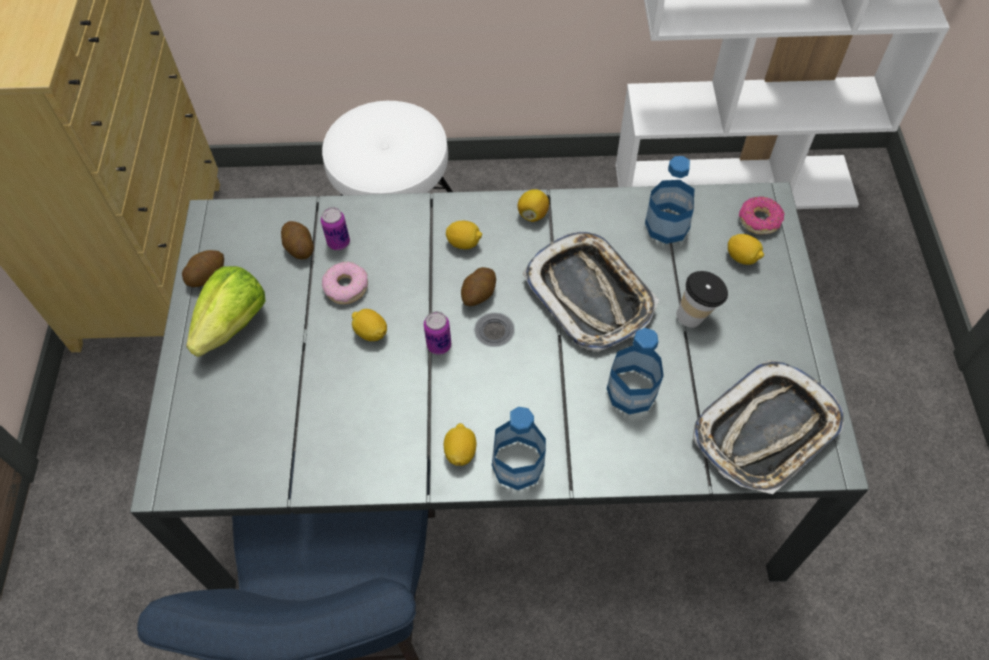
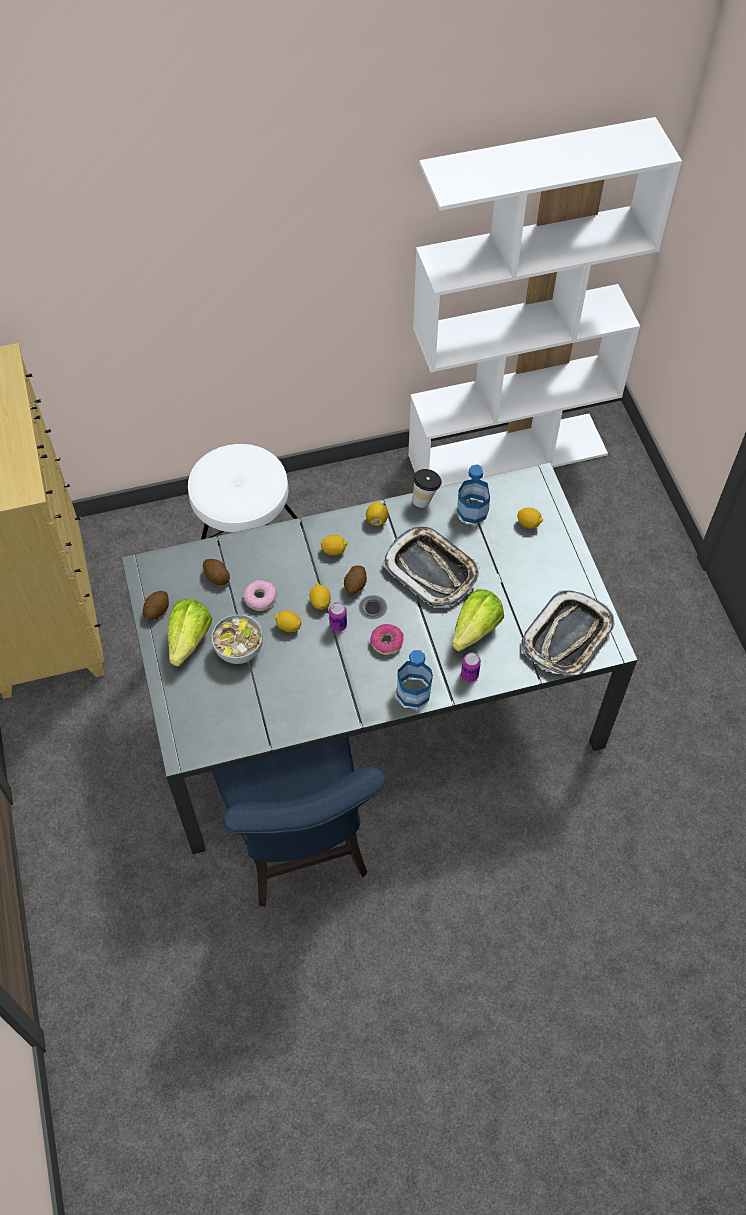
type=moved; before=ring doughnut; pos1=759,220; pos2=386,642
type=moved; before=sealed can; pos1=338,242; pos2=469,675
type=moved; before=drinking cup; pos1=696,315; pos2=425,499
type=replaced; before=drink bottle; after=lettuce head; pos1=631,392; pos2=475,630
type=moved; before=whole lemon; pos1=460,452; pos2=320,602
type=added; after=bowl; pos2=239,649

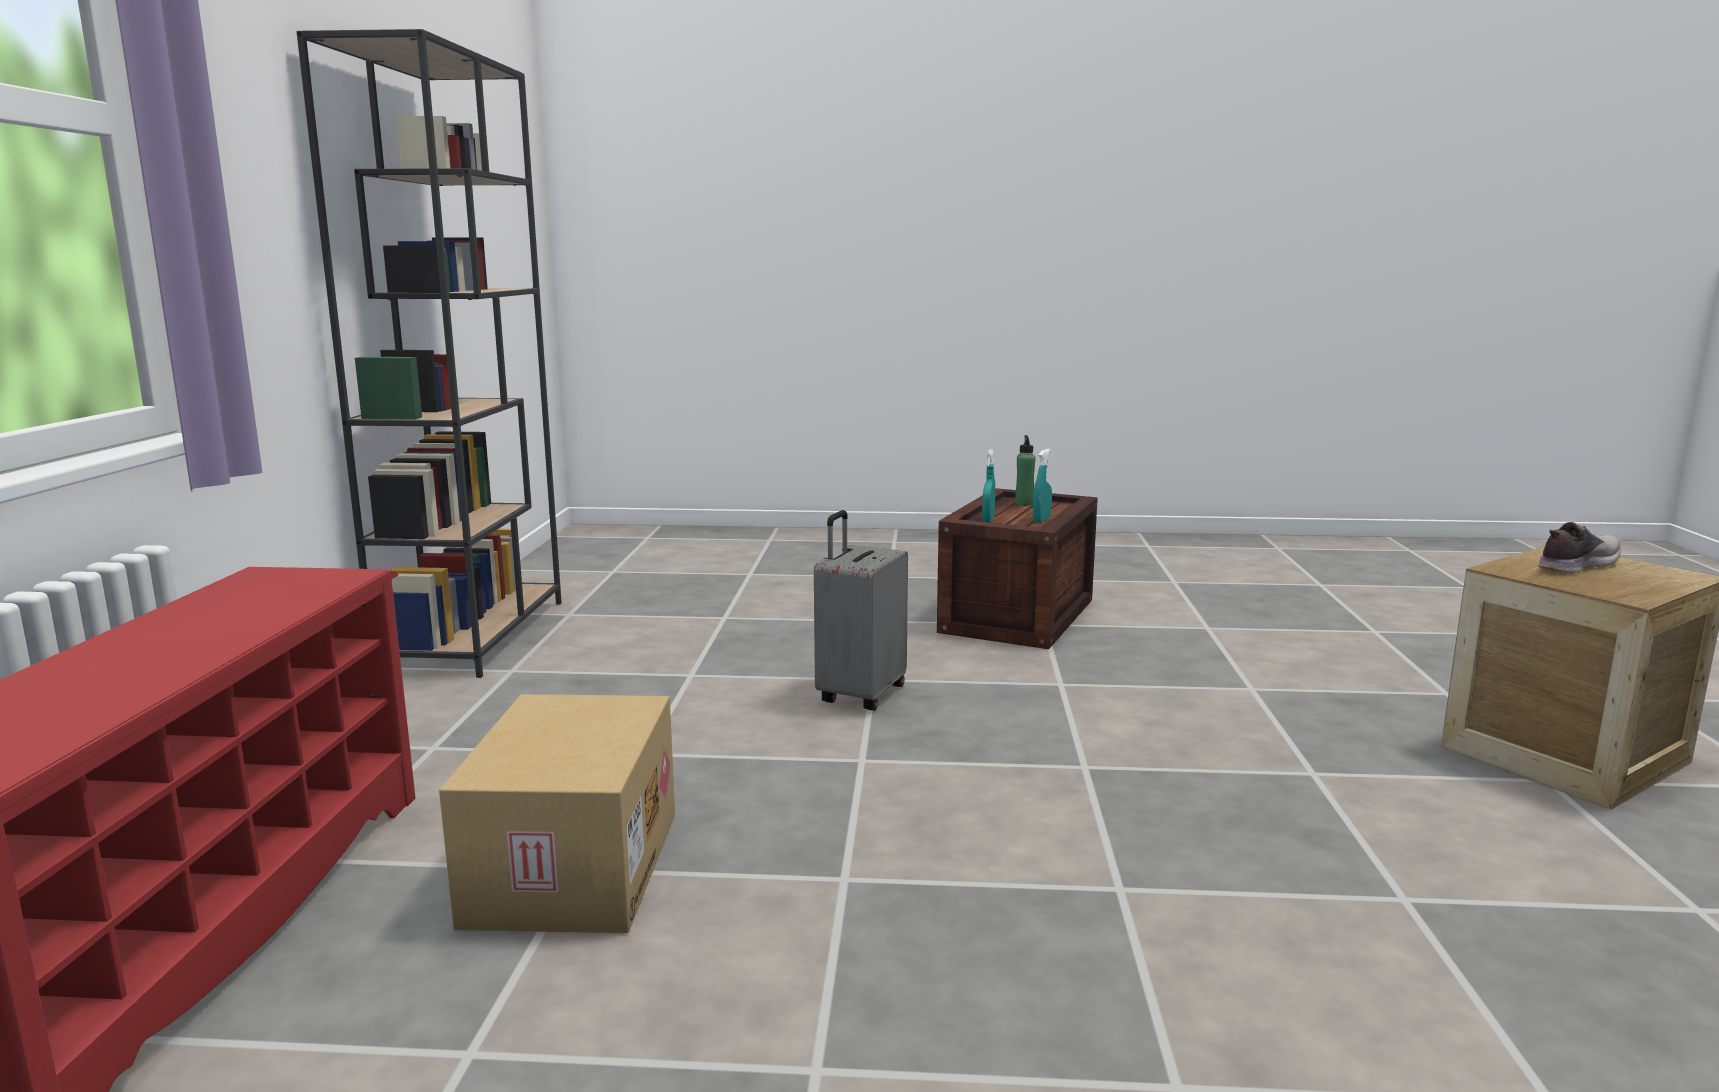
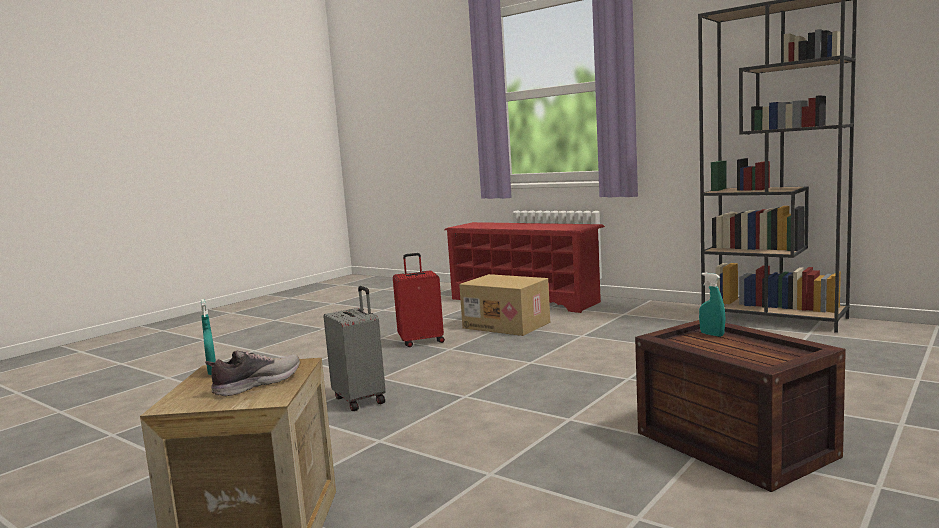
type=removed; before=greenish drink bottle; pos1=1024,503
type=moved; before=turquoise-coloured spray bottle; pos1=1041,520; pos2=212,372
type=moved; before=gray travel case; pos1=859,695; pos2=361,400
type=turned; before=item of footwear; pos1=1575,565; pos2=256,384; turn=-135
type=added; after=red-coloured travel case; pos2=421,341

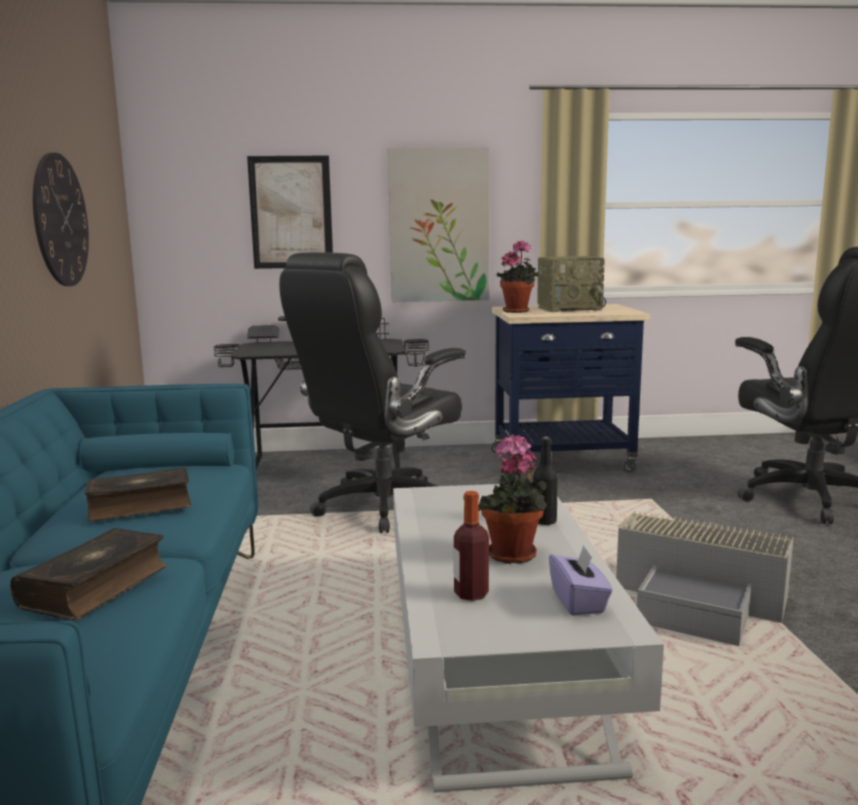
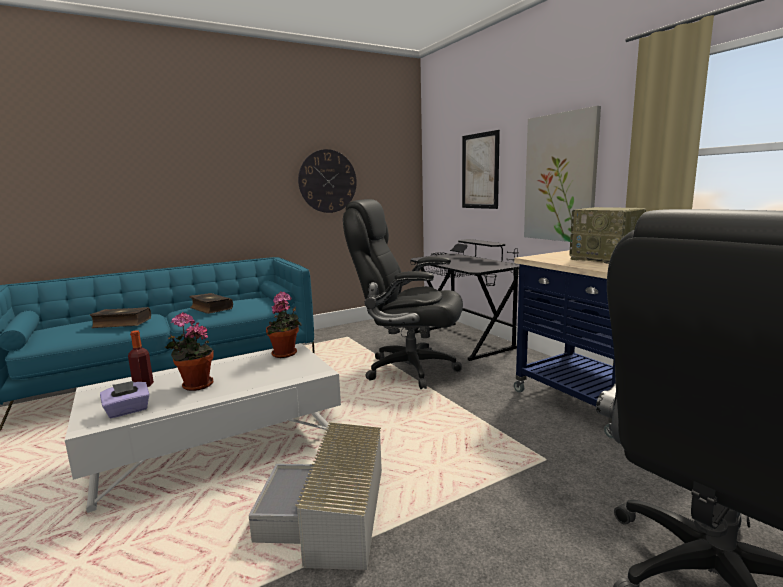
type=moved; before=houseplant; pos1=518,311; pos2=286,354
type=removed; before=black drink bottle; pos1=544,521

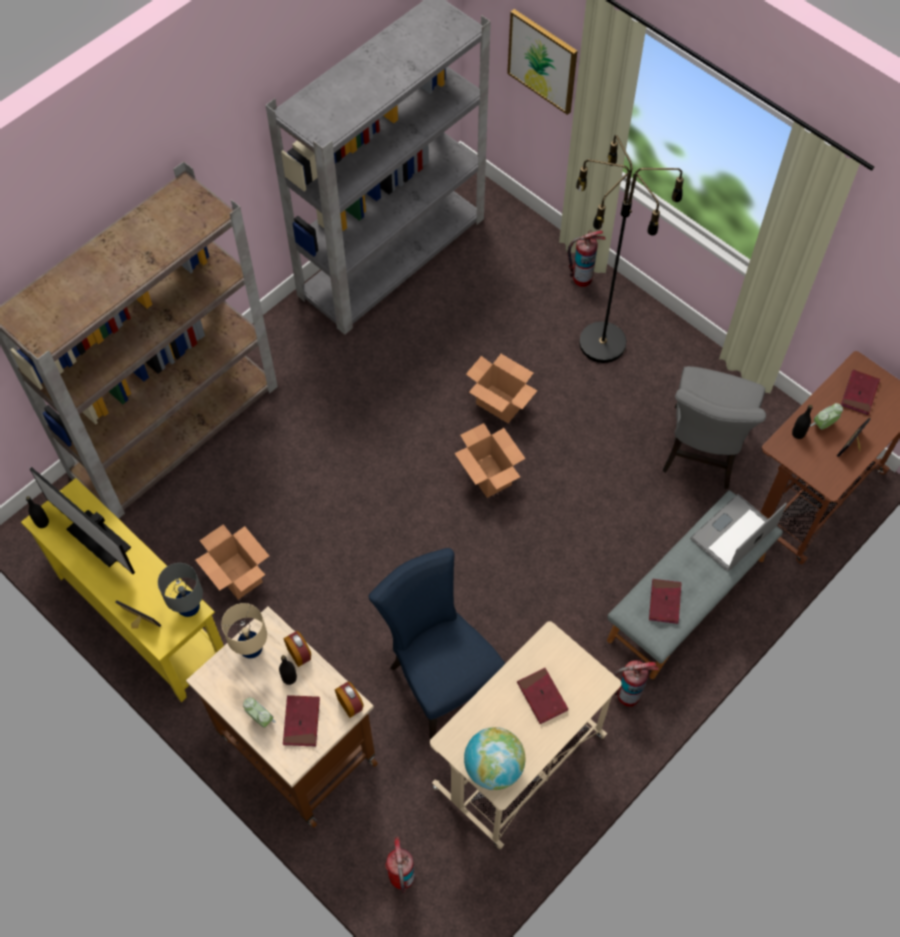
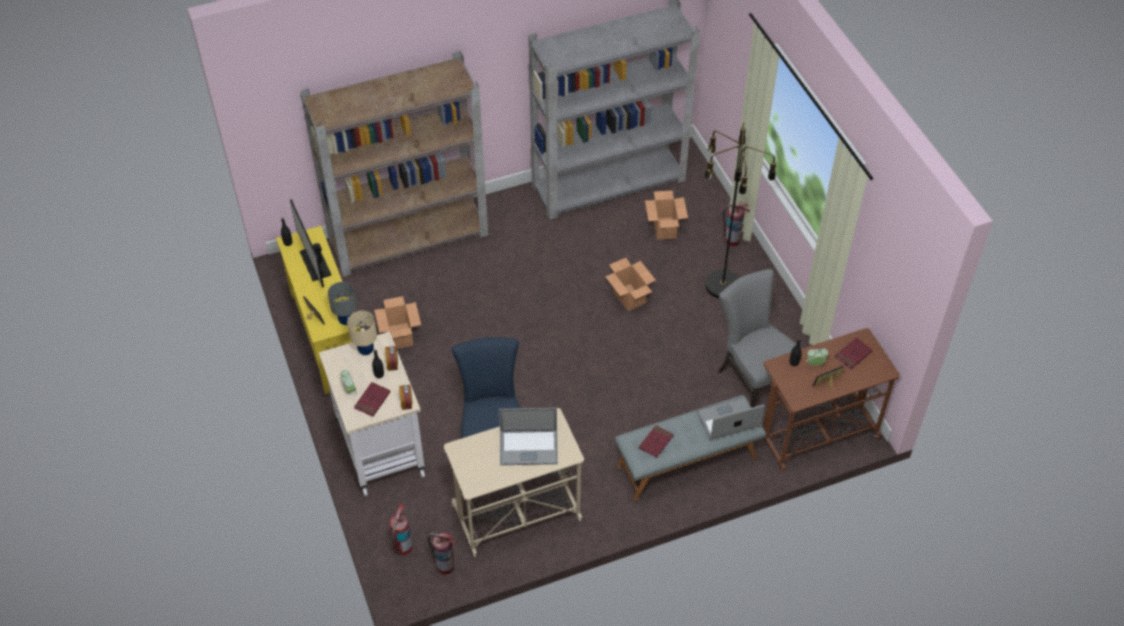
type=removed; before=wall art; pos1=542,61
type=turned; before=gray chair; pos1=702,452; pos2=752,377; turn=105
type=moved; before=packing box; pos1=489,476; pos2=664,229
type=recoloured; before=brown-coloured wheeled cart; after=white-coloured wheeled cart; pos1=297,749; pos2=380,448
type=moved; before=extinguisher; pos1=628,695; pos2=445,566
type=replaced; before=red-coloured volume; after=portable computer; pos1=542,696; pos2=528,447
type=removed; before=world globe; pos1=493,767

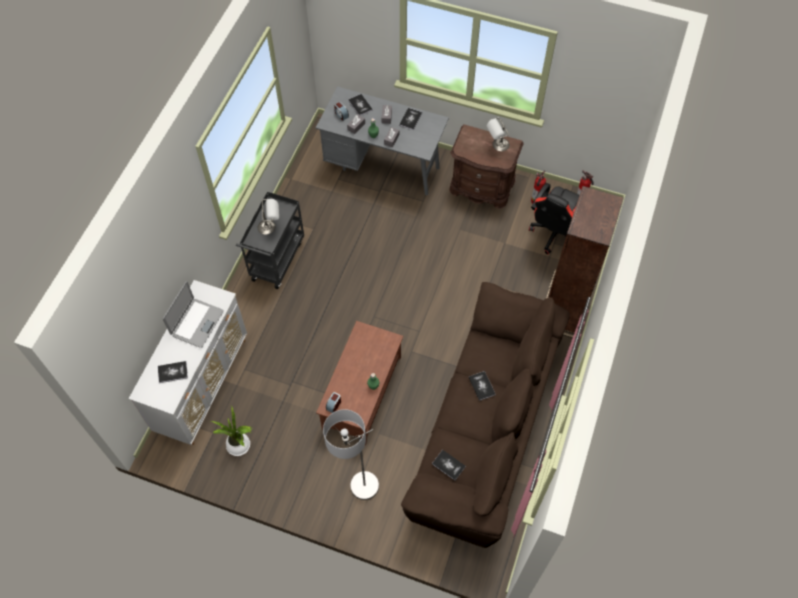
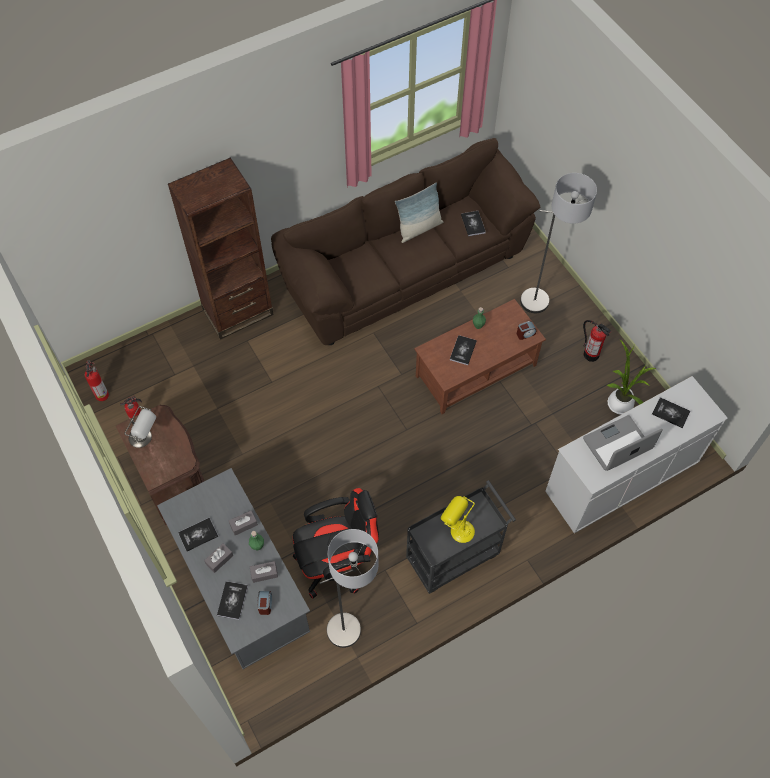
type=moved; before=black office chair; pos1=554,236; pos2=338,563
type=recoloured; before=white-coloured table lamp; after=yellow-coloured table lamp; pos1=270,226; pos2=457,529
type=moved; before=volume; pos1=481,386; pos2=463,350
type=added; after=throw pillow; pos2=419,228
type=added; after=extinguisher; pos2=591,354
type=added; after=gray standing lamp; pos2=353,626

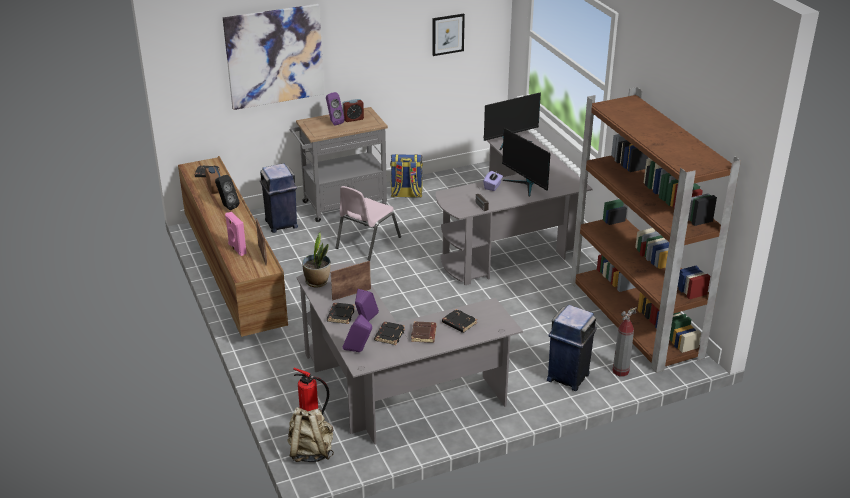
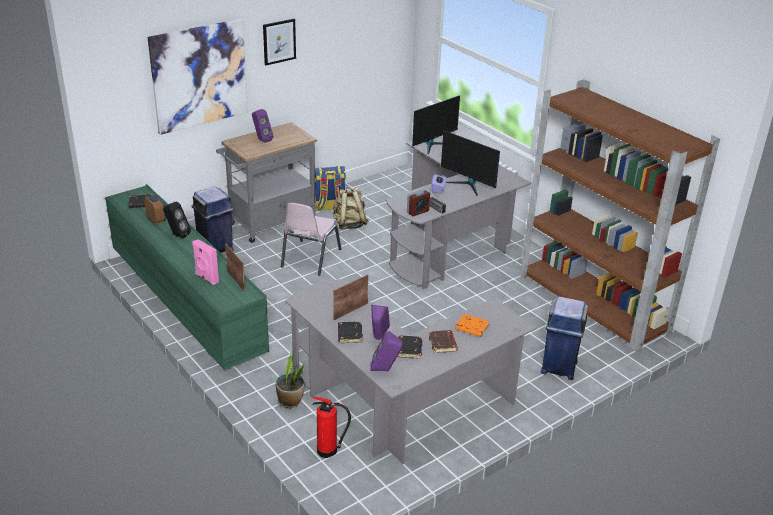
type=moved; before=wall art; pos1=448,34; pos2=279,41
type=moved; before=alarm clock; pos1=353,119; pos2=417,212
type=recoloured; before=brown-coloured cabinet; after=greenish cabinet; pos1=233,277; pos2=186,308
type=moved; before=houseplant; pos1=317,281; pos2=290,401
type=removed; before=extinguisher; pos1=620,371
type=recoloured; before=black volume; after=orange volume; pos1=458,323; pos2=471,328
type=moved; before=sand-coloured knapsack; pos1=311,452; pos2=349,224

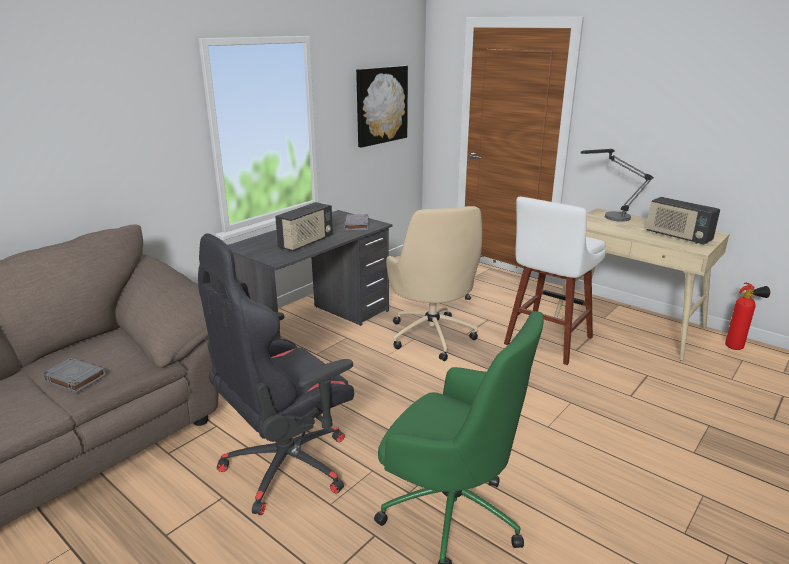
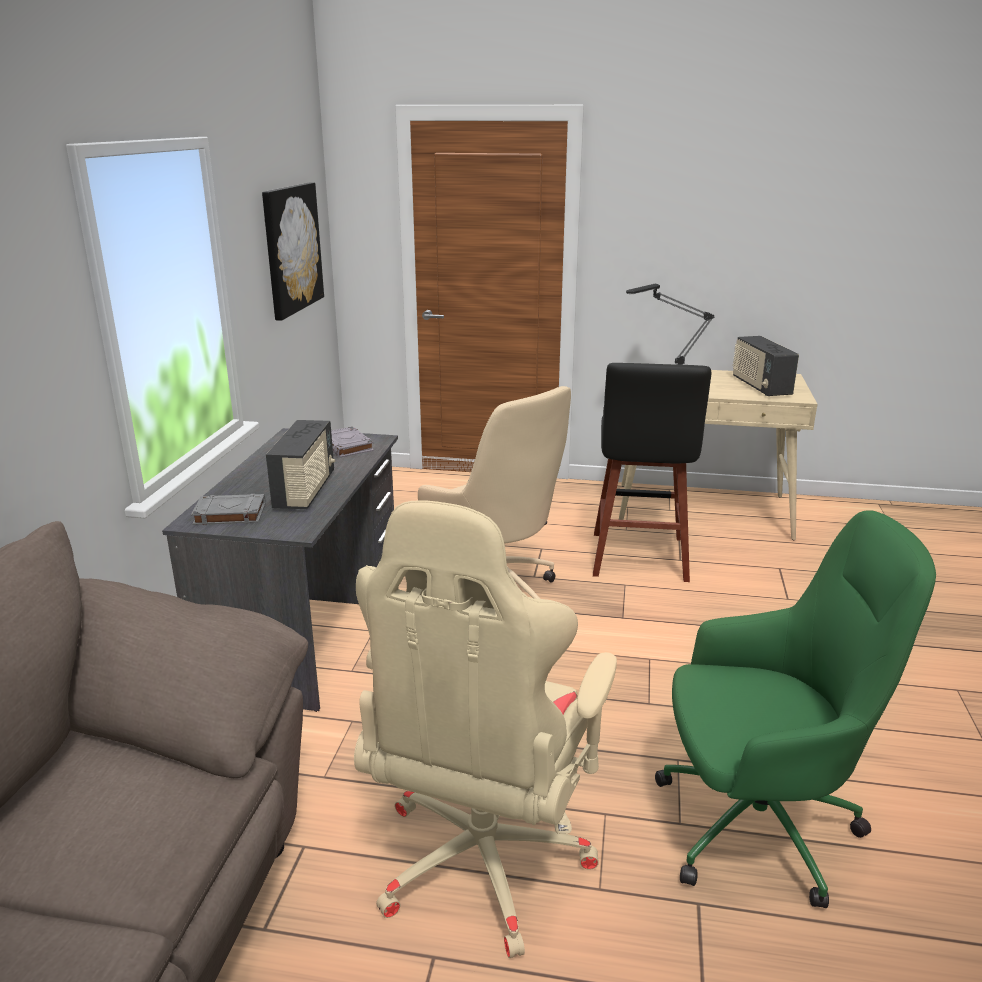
type=recoloured; before=white-coloured stool; after=black stool; pos1=547,341; pos2=638,558
type=turned; before=radio receiver; pos1=677,237; pos2=760,387; turn=60
type=recoloured; before=black office chair; after=sand-coloured office chair; pos1=288,465; pos2=483,858
type=removed; before=extinguisher; pos1=737,347
type=moved; before=gray volume; pos1=74,378; pos2=229,514

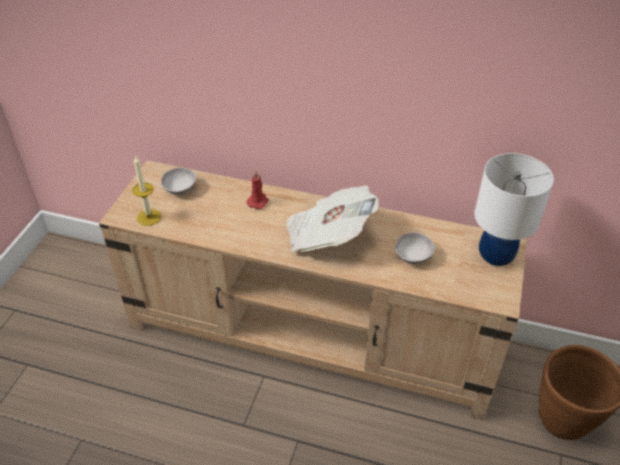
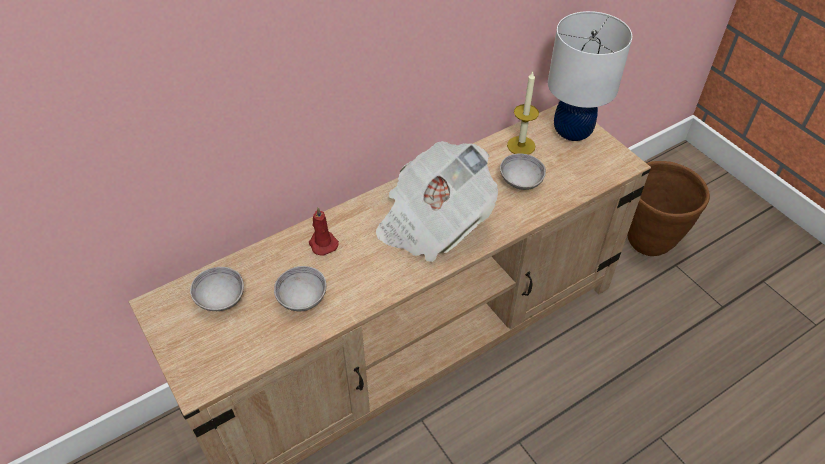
type=moved; before=candle; pos1=149,217; pos2=521,145
type=added; after=gray bowl; pos2=302,298

